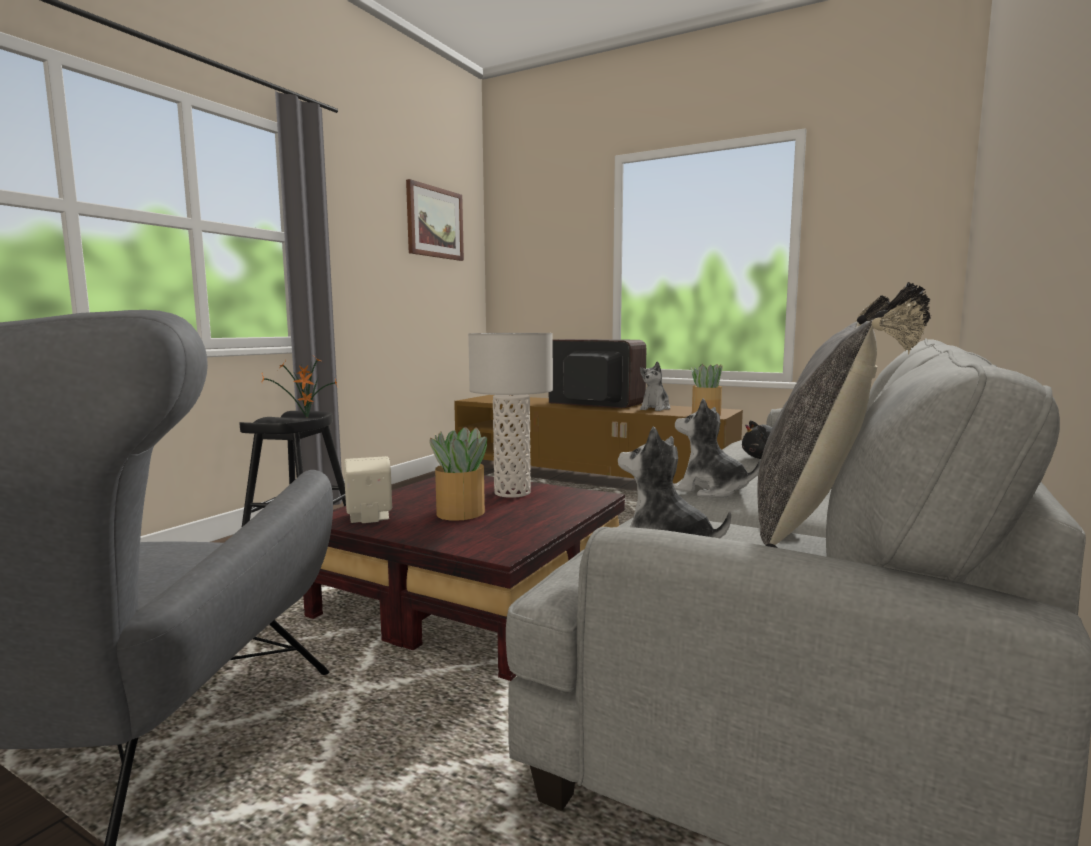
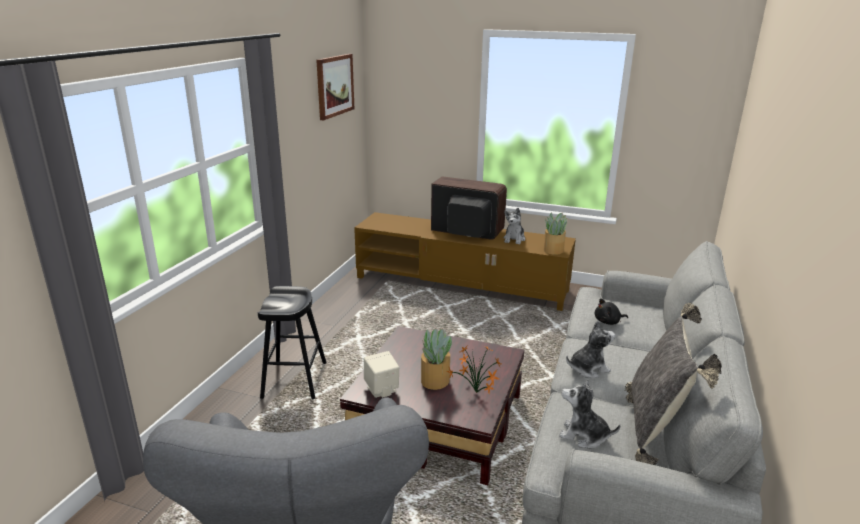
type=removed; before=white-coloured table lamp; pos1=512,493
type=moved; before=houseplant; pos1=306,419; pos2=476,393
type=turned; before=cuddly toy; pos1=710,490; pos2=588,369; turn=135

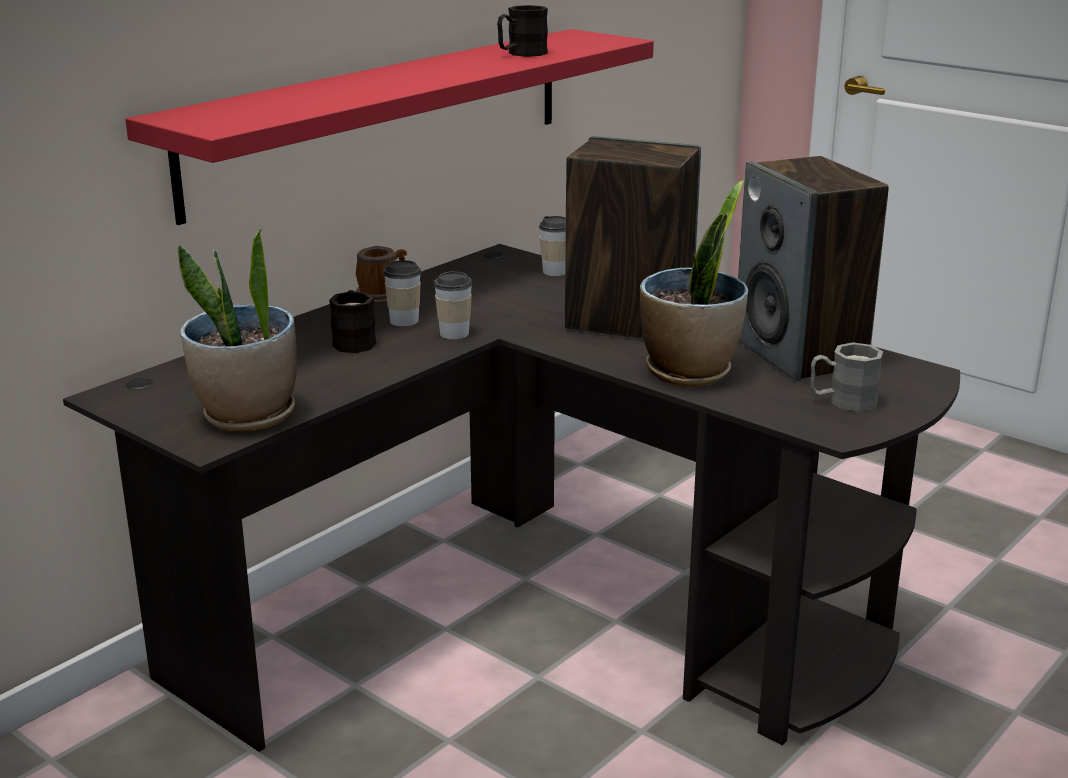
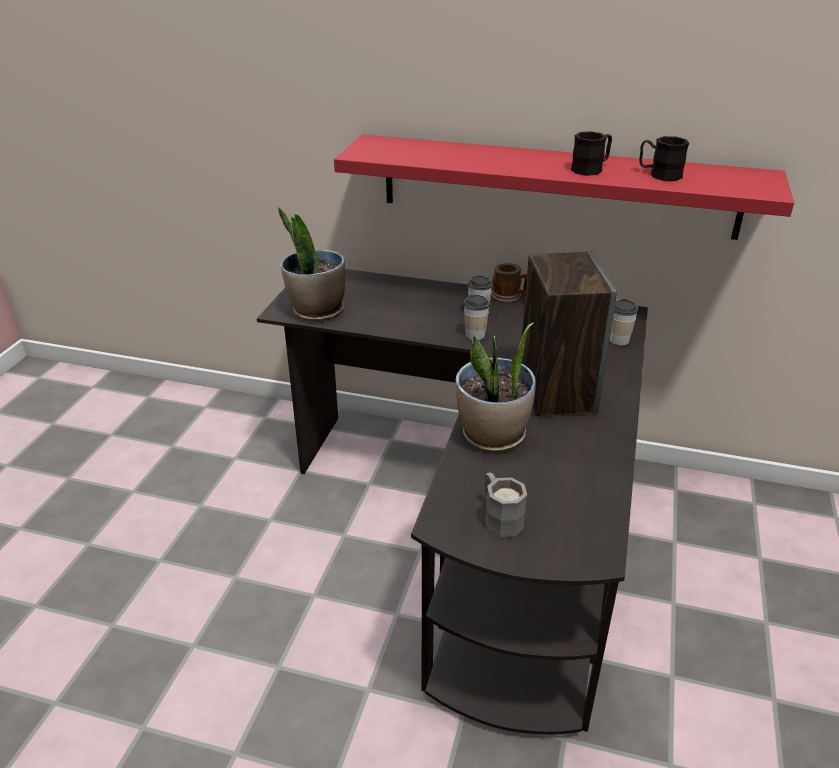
type=removed; before=loudspeaker; pos1=801,354
type=moved; before=black mug; pos1=354,341; pos2=591,169

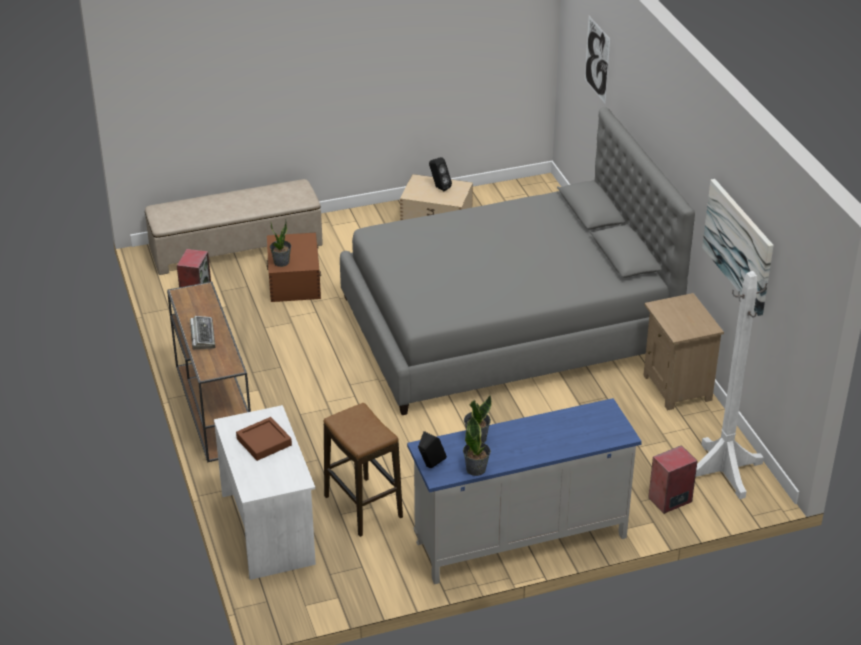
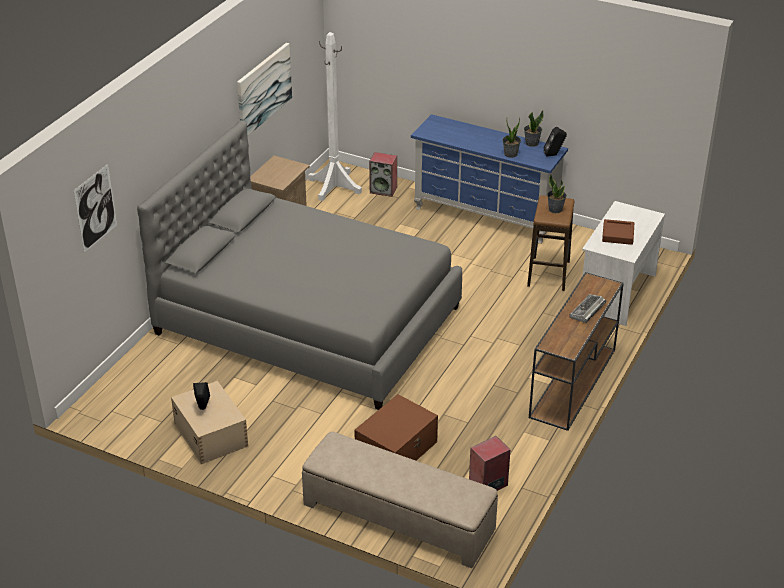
type=moved; before=houseplant; pos1=281,262; pos2=555,209

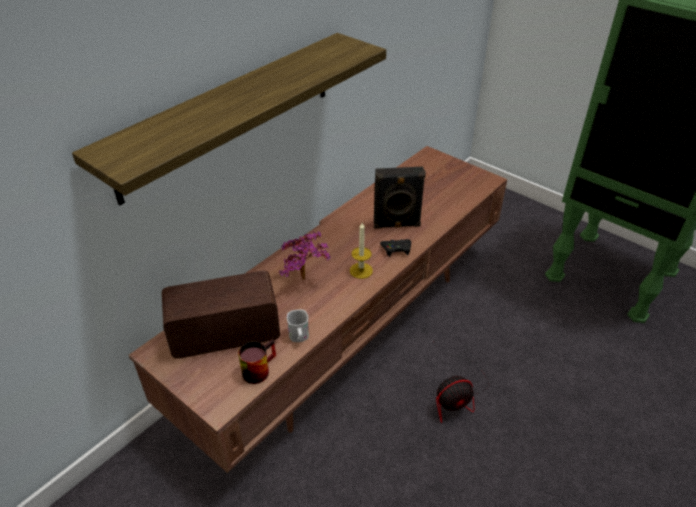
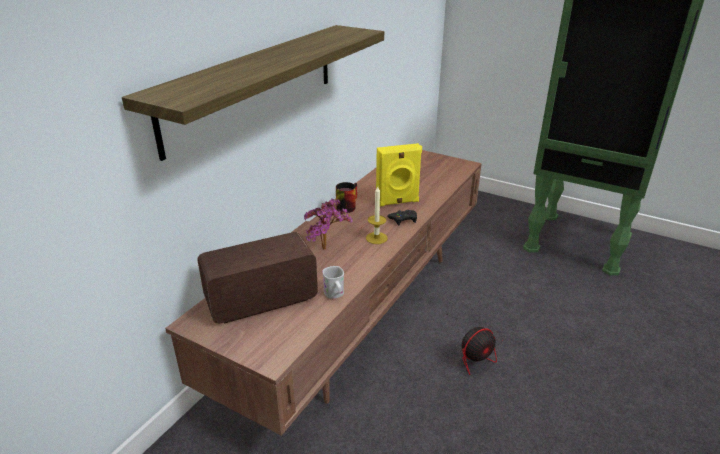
type=recoloured; before=black loudspeaker; after=yellow-coloured loudspeaker; pos1=396,225; pos2=397,202
type=moved; before=mug; pos1=257,368; pos2=346,206

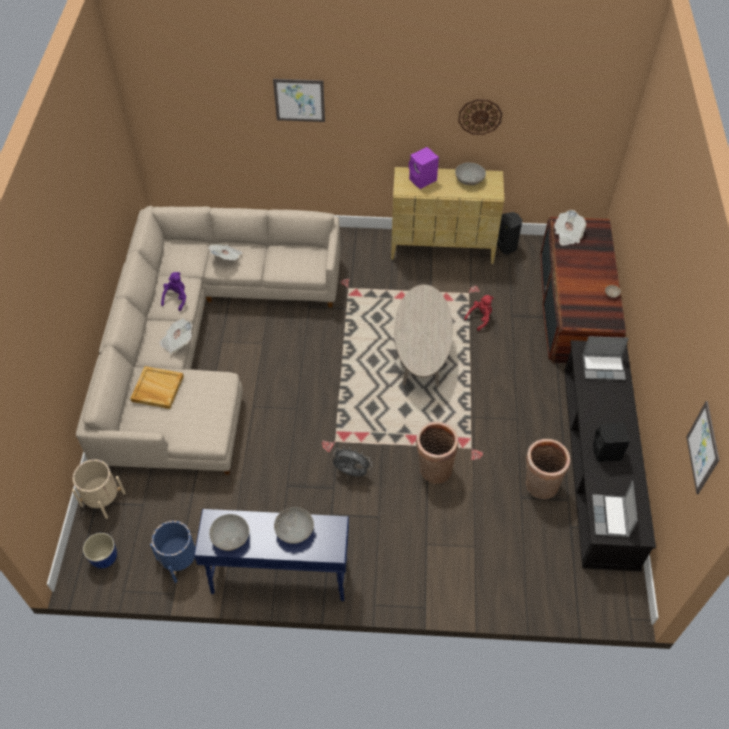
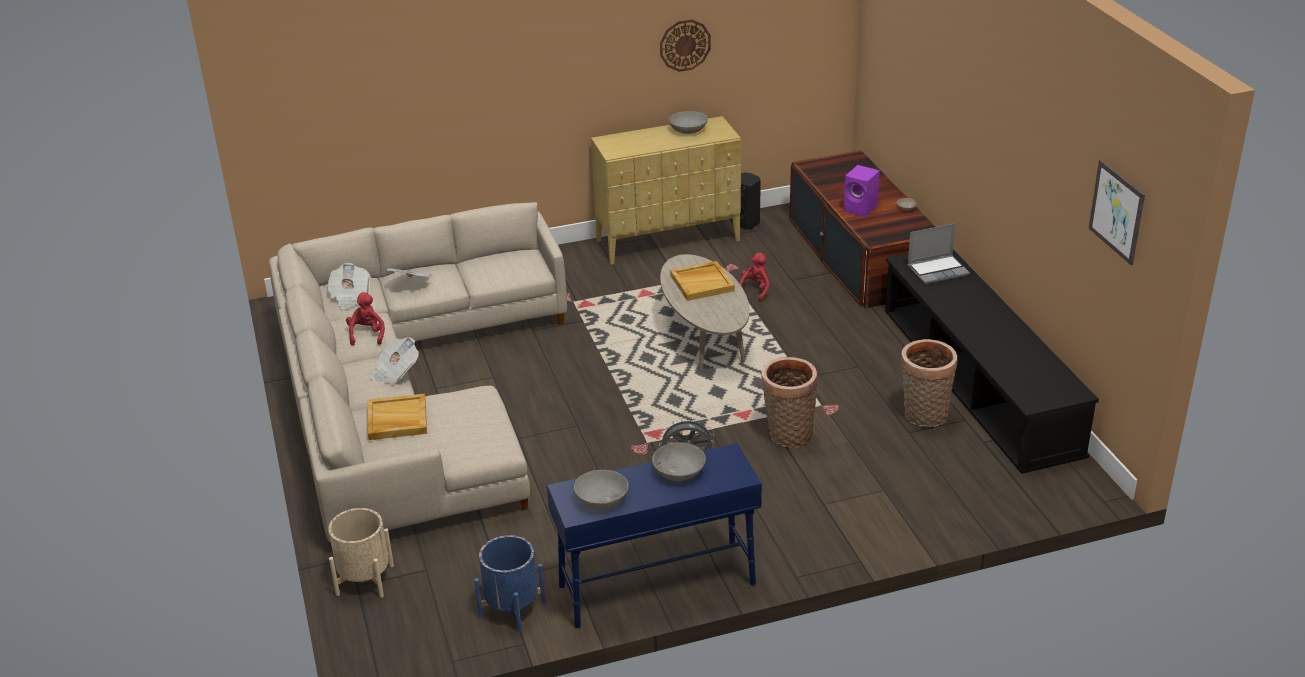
type=removed; before=wall art; pos1=299,100
type=moved; before=purplish loudspeaker; pos1=423,180; pos2=861,209
type=moved; before=daily paper; pos1=567,234; pos2=350,297
type=recoloured; before=purplish cuddly toy; after=red-coloured cuddly toy; pos1=176,298; pos2=367,334
type=removed; before=black loudspeaker; pos1=606,452
type=removed; before=portable computer; pos1=611,517
type=removed; before=planter; pos1=105,559
type=added; after=sand-coloured tray; pos2=702,283

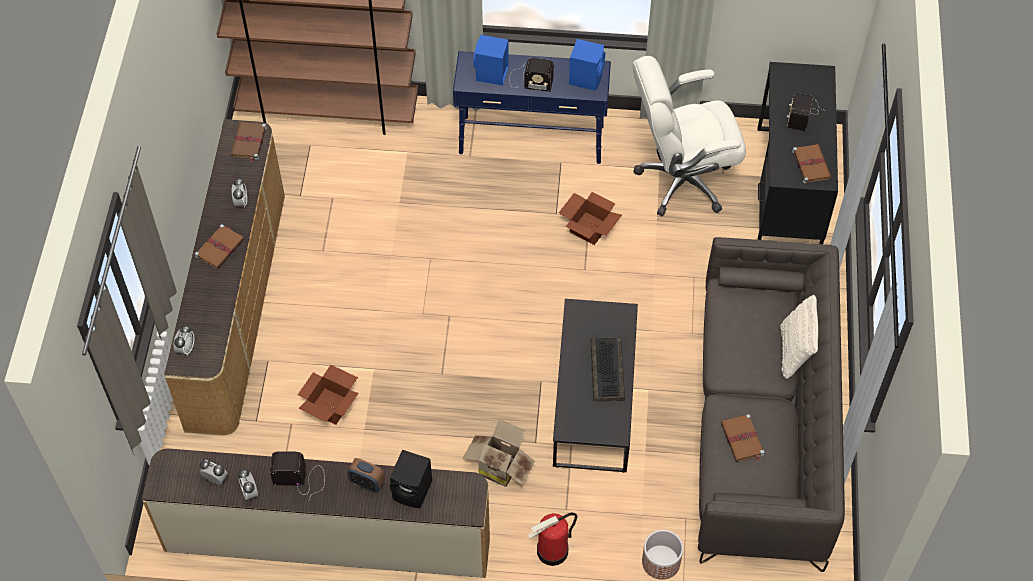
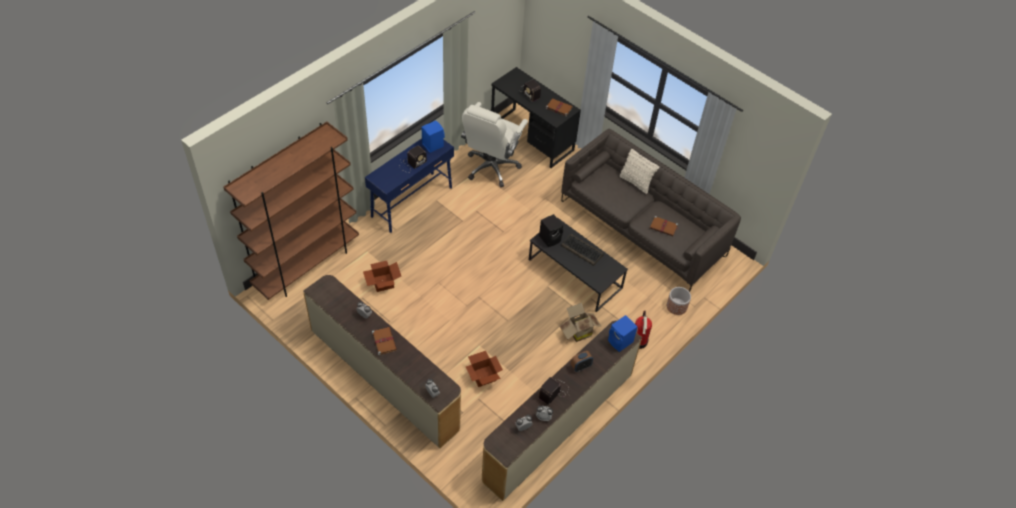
type=moved; before=blue-coloured loudspeaker; pos1=491,75; pos2=620,342
type=removed; before=brown-coloured volume; pos1=248,142
type=moved; before=packing box; pos1=589,227; pos2=382,282
type=moved; before=black loudspeaker; pos1=413,491; pos2=550,238

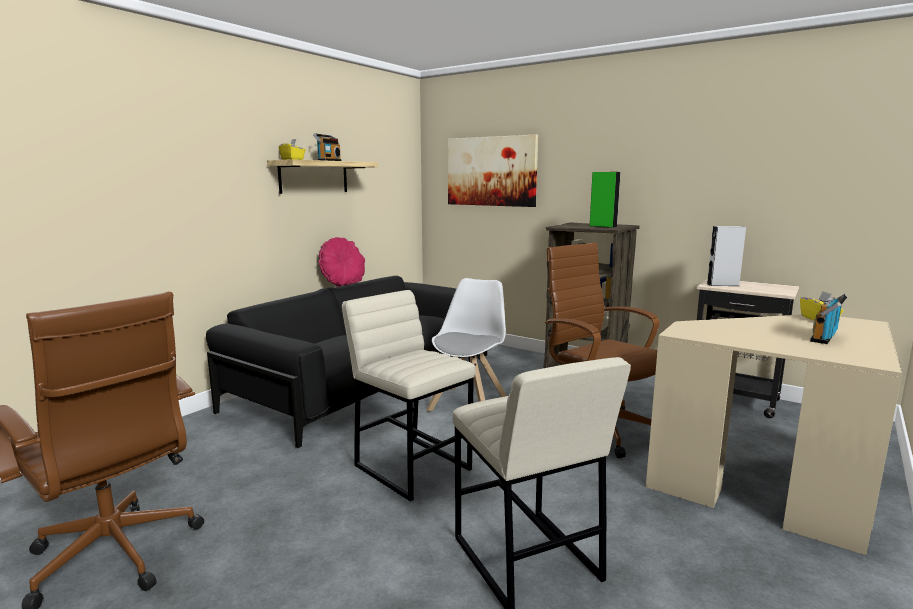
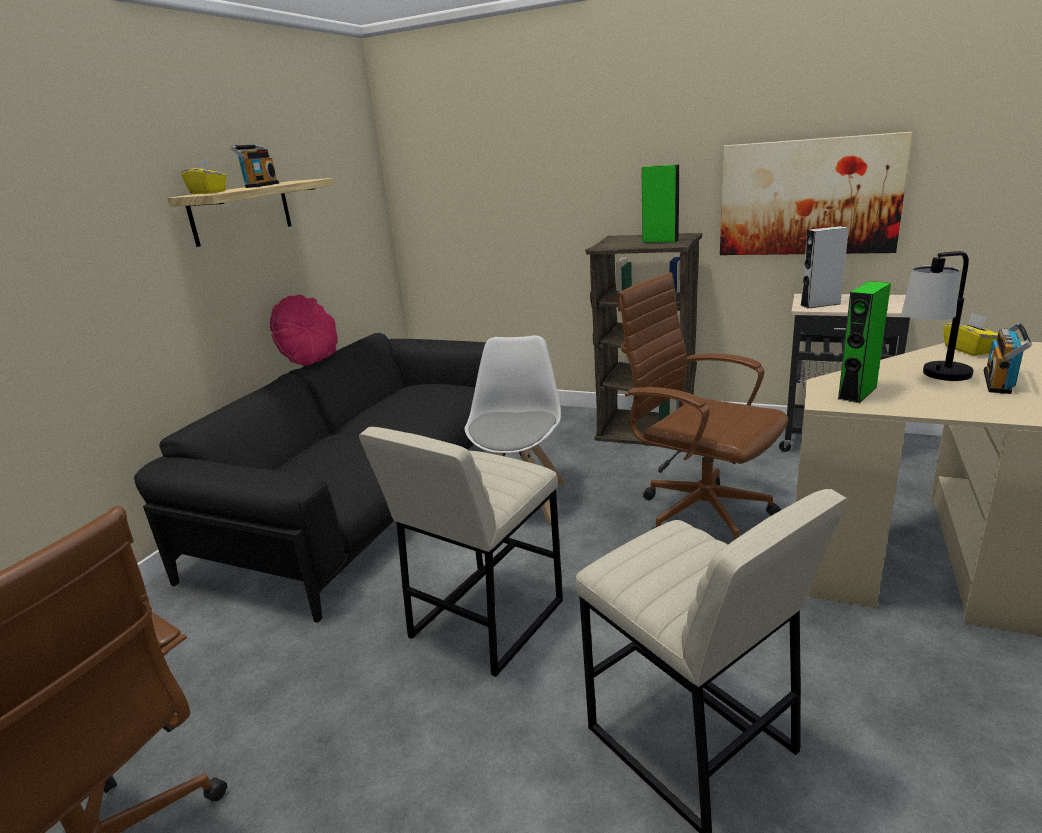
type=moved; before=wall art; pos1=491,171; pos2=808,197
type=turned; before=sand-coloured chair; pos1=410,466; pos2=484,621; turn=-90
type=added; after=table lamp; pos2=933,378
type=added; after=greenish loudspeaker; pos2=857,392

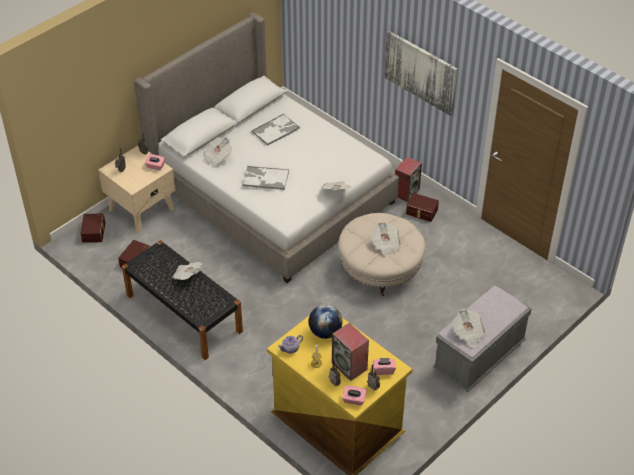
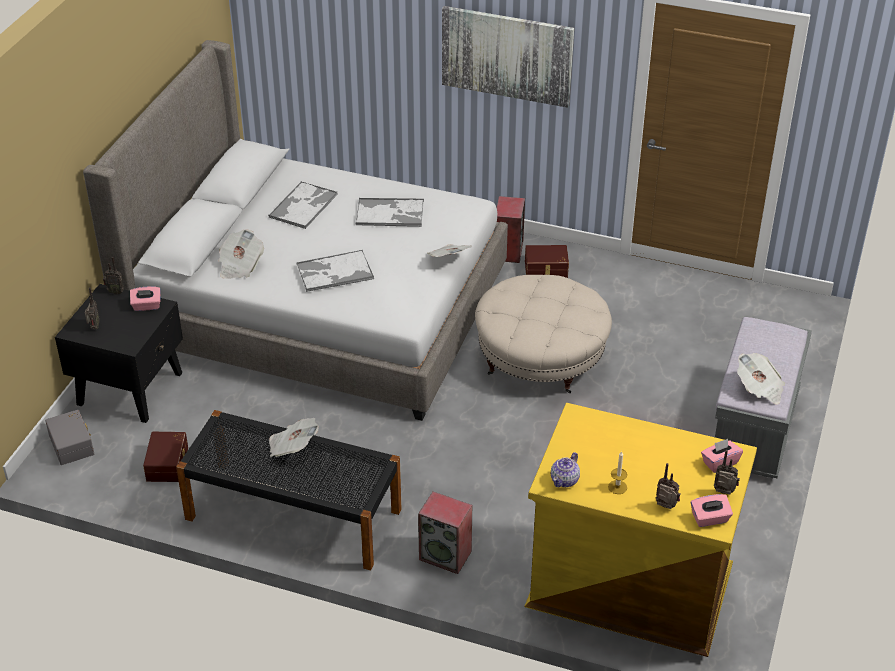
type=recoloured; before=sand-coloured night table; after=black night table; pos1=142,209; pos2=130,387
type=recoloured; before=brown-coloured storage container; after=gray storage container; pos1=94,232; pos2=72,444
type=removed; before=daily paper; pos1=386,245
type=removed; before=world globe; pos1=325,332
type=moved; before=loudspeaker; pos1=350,366; pos2=446,555
type=added; after=tray; pos2=390,213

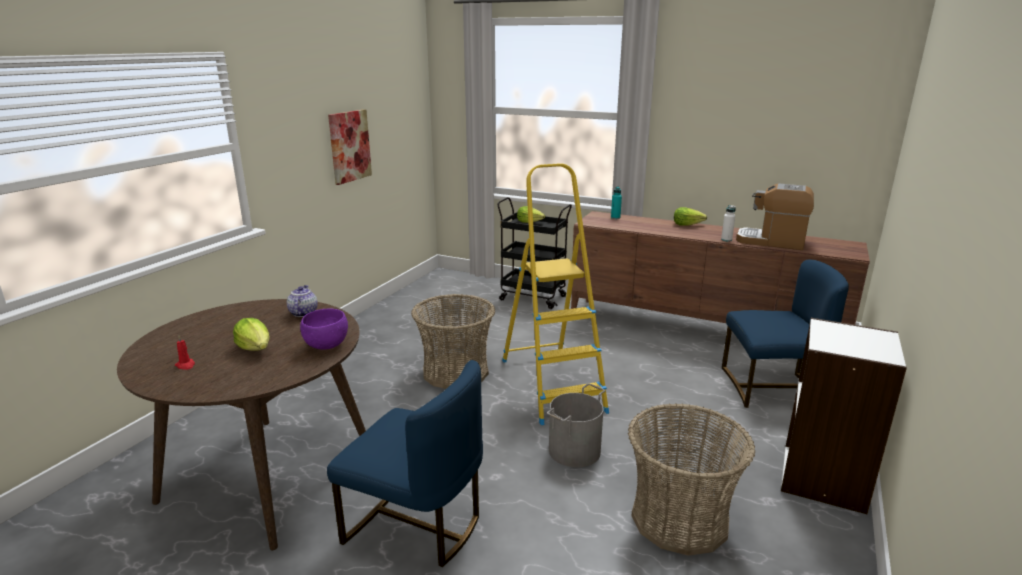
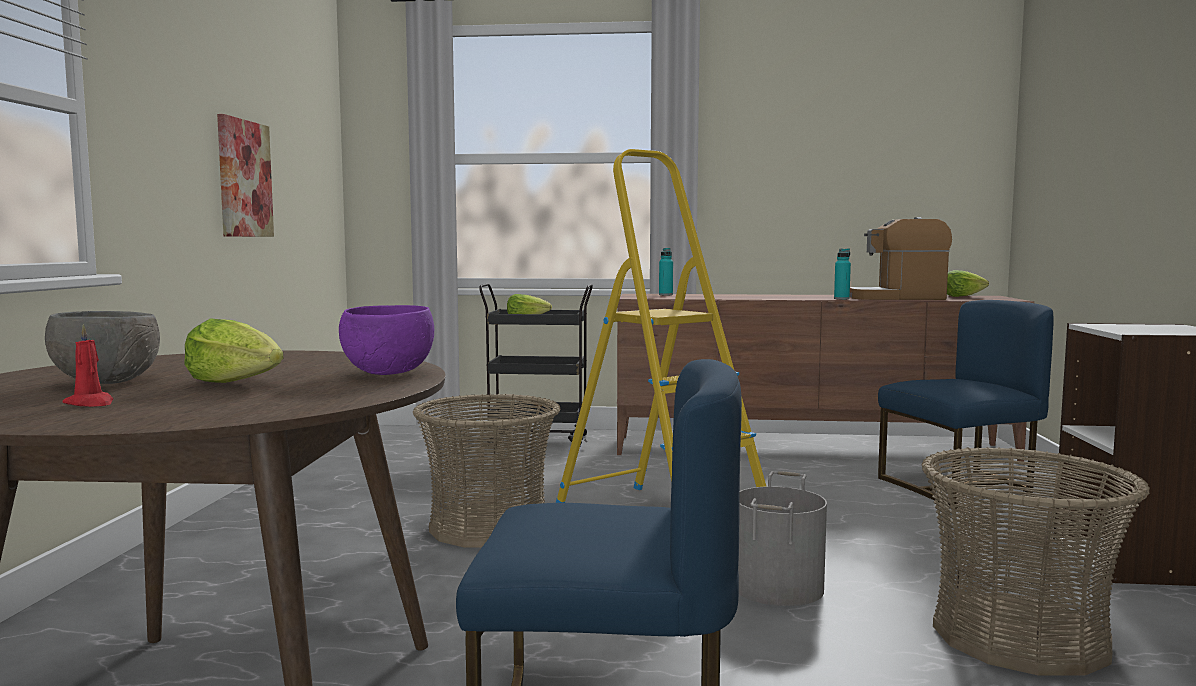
type=recoloured; before=white-coloured drink bottle; after=turquoise-coloured drink bottle; pos1=726,240; pos2=841,299
type=moved; before=lettuce head; pos1=687,225; pos2=962,296
type=removed; before=teapot; pos1=303,313
type=added; after=gray bowl; pos2=108,382

